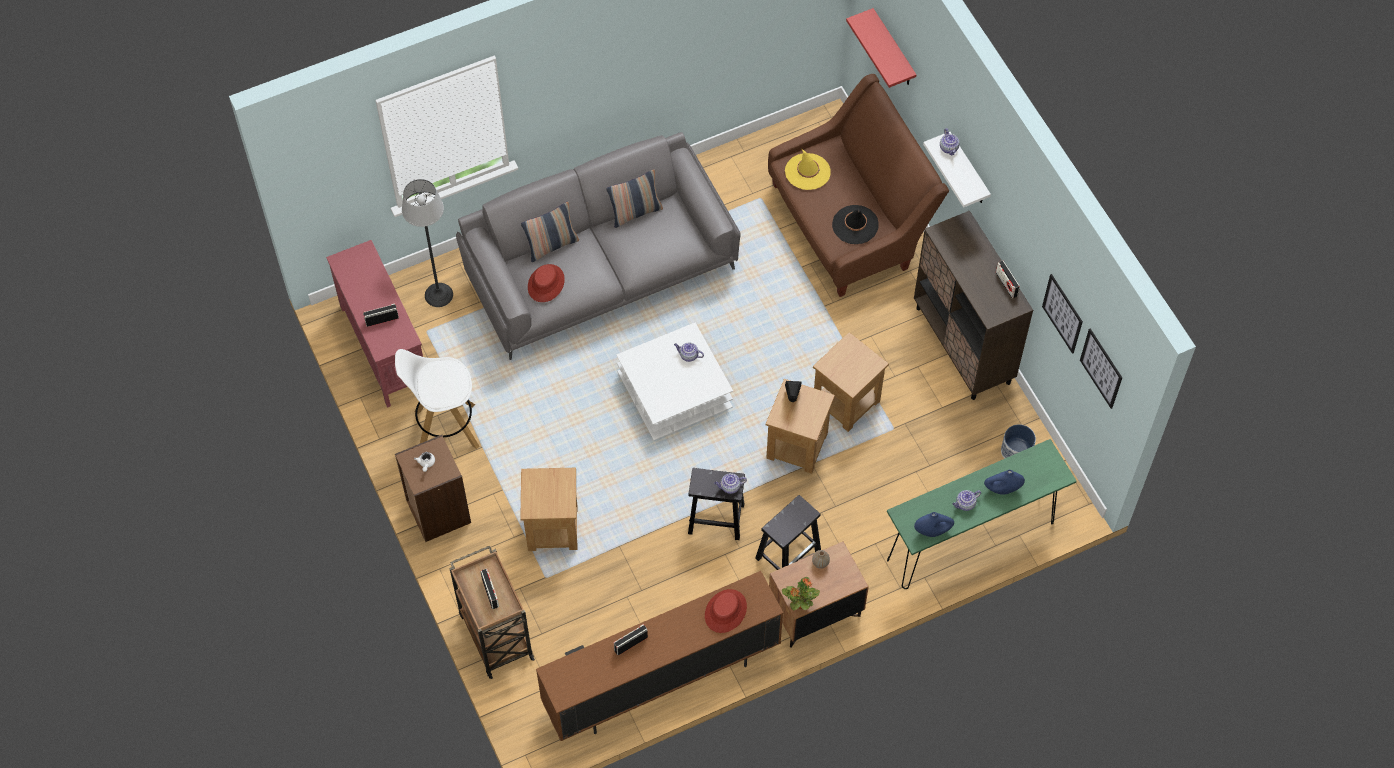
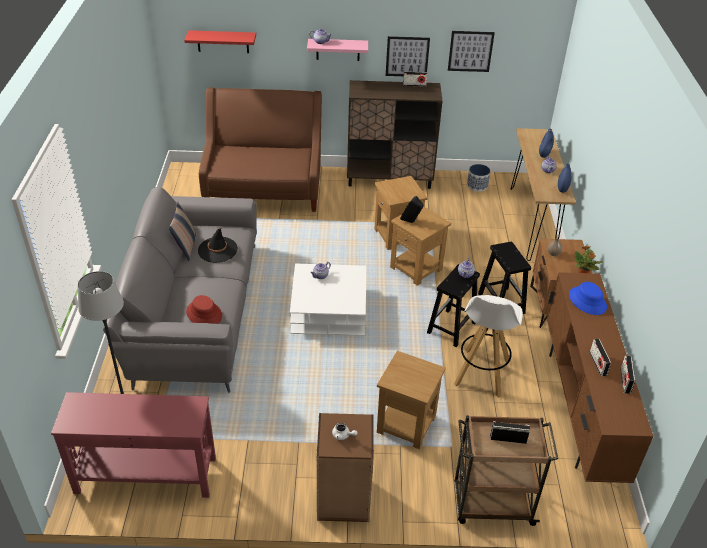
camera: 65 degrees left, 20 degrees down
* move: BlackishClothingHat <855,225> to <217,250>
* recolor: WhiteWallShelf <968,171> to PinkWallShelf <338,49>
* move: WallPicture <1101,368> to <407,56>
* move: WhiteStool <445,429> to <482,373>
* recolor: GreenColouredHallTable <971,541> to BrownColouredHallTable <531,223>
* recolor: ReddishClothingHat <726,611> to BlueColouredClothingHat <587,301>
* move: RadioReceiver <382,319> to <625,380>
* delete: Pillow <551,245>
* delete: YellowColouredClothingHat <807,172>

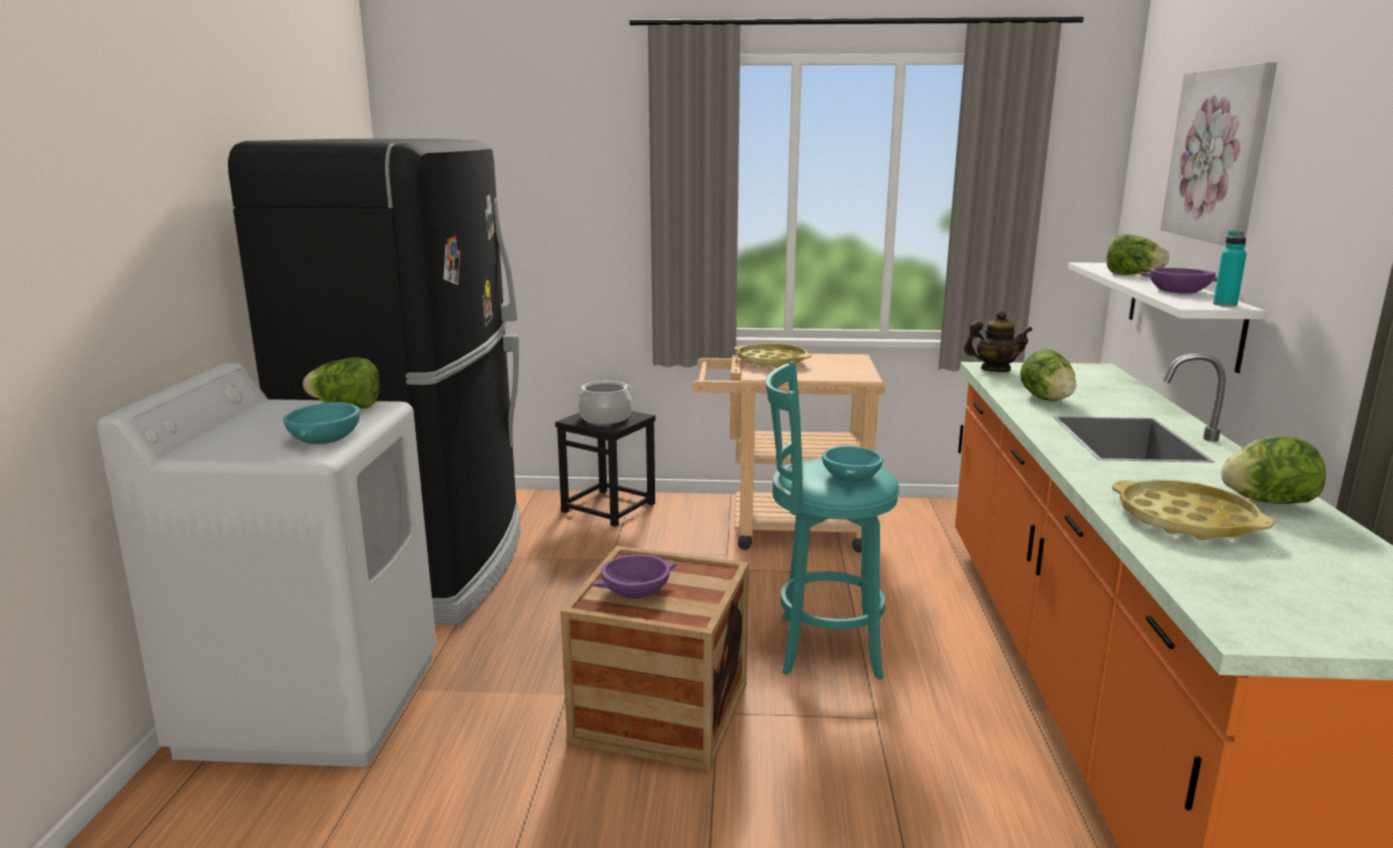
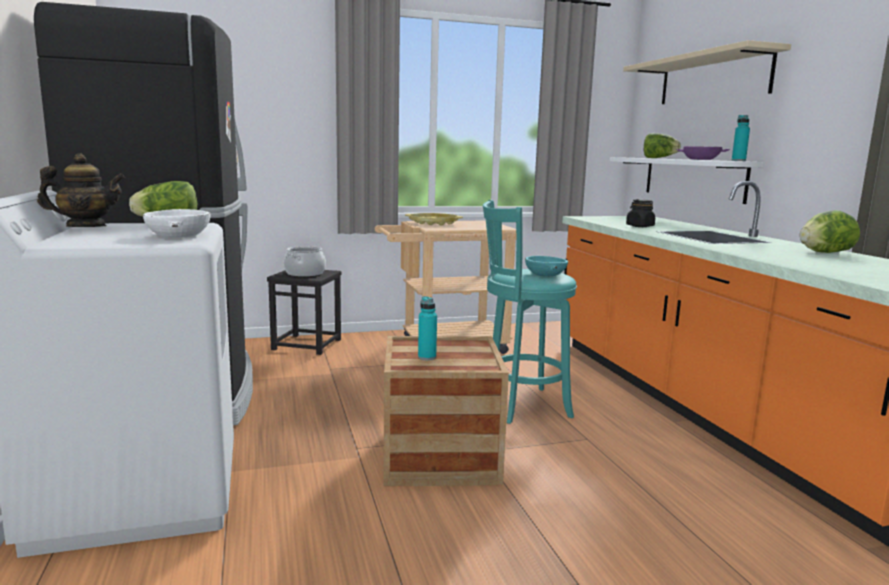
camera: 20 degrees left, 5 degrees down
* move: Teapot <995,370> to <86,227>
* recolor: BlueGreenBowl <326,438> to WhiteBowl <179,235>
* replace: PurpleBowl <636,590> to BlueGreenDrinkBottle <427,357>
* replace: WallPicture <1219,155> to BeigeColouredWallShelf <713,79>
* replace: Lettuce <1046,399> to BlackishJar <639,226>
* delete: YellowColouredTray <1186,520>

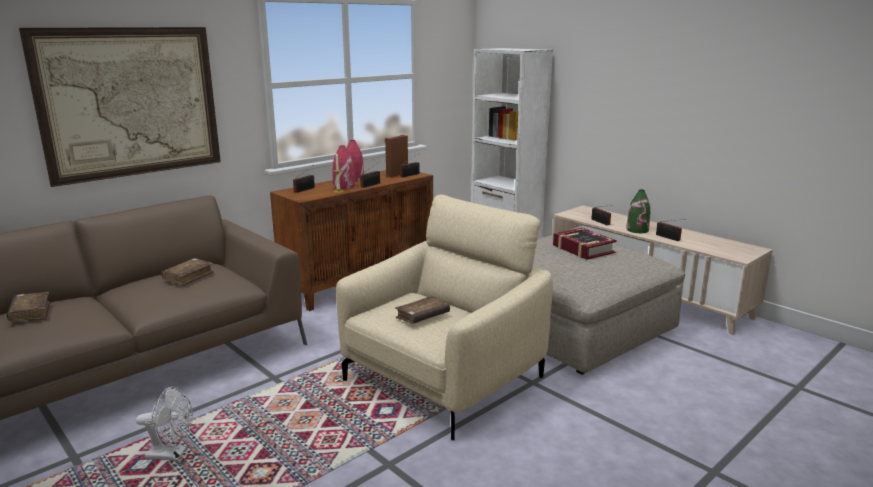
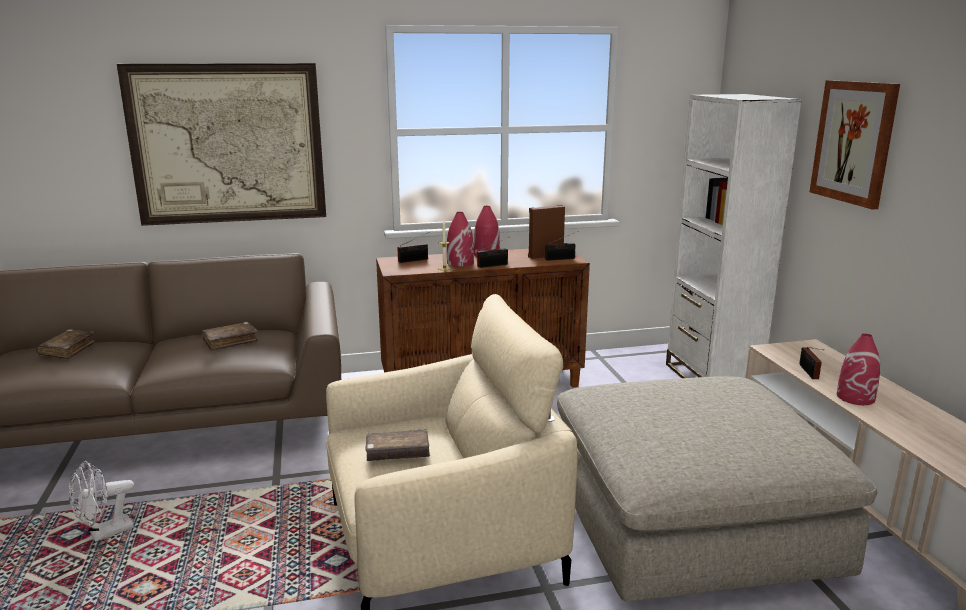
camera: 30 degrees right, 0 degrees up
* rotate: WhiteFan <172,454> = <105,533> 105 degrees clockwise
* insert: WallPicture <854,142>
* recolor: GreenColouredVase <637,230> to ReddishVase <856,397>
* delete: Volume <583,249>
* delete: RadioReceiver <669,238>

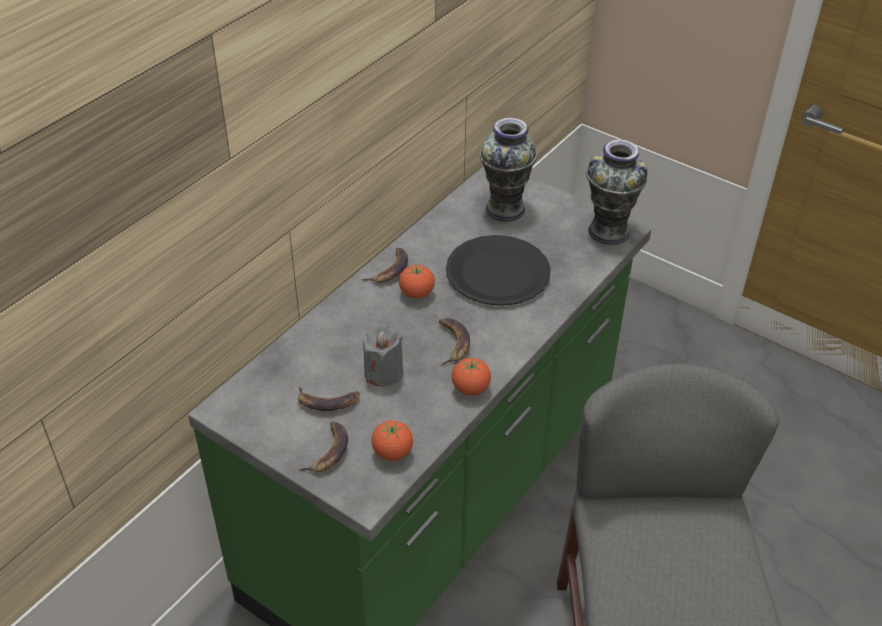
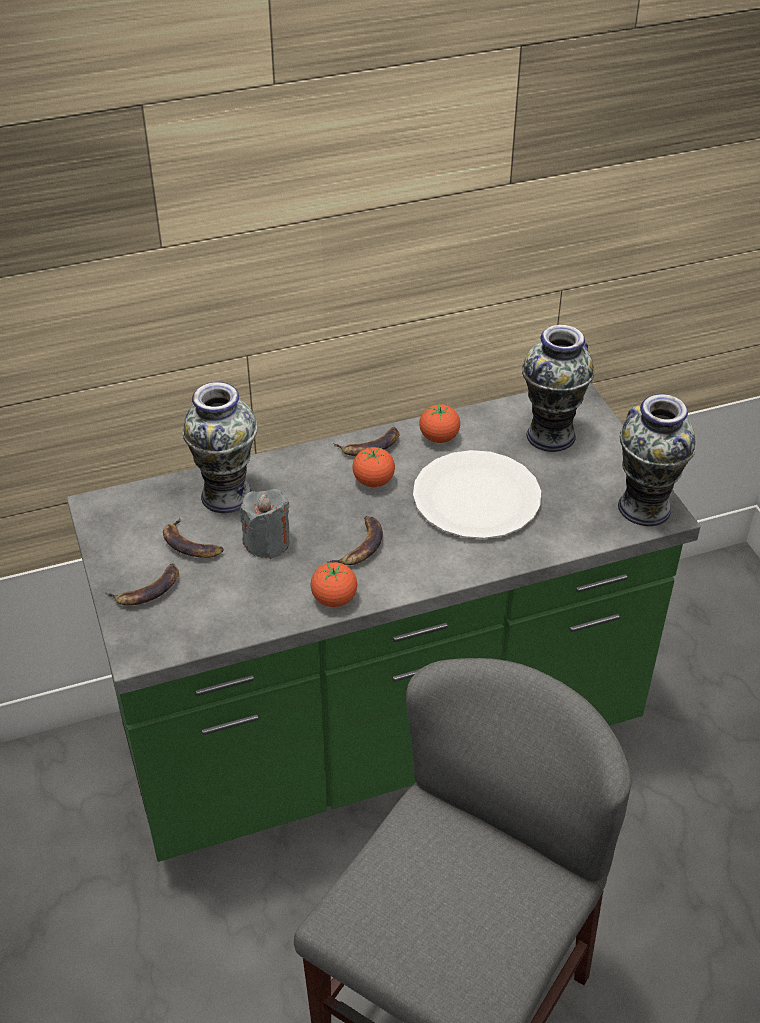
camera: 35 degrees right, 0 degrees up
* insert: Vase <226,495>
* recolor: BlackishFlatDish <497,273> to WhiteFlatDish <476,497>
* move: FreshTomato <392,452> to <439,438>

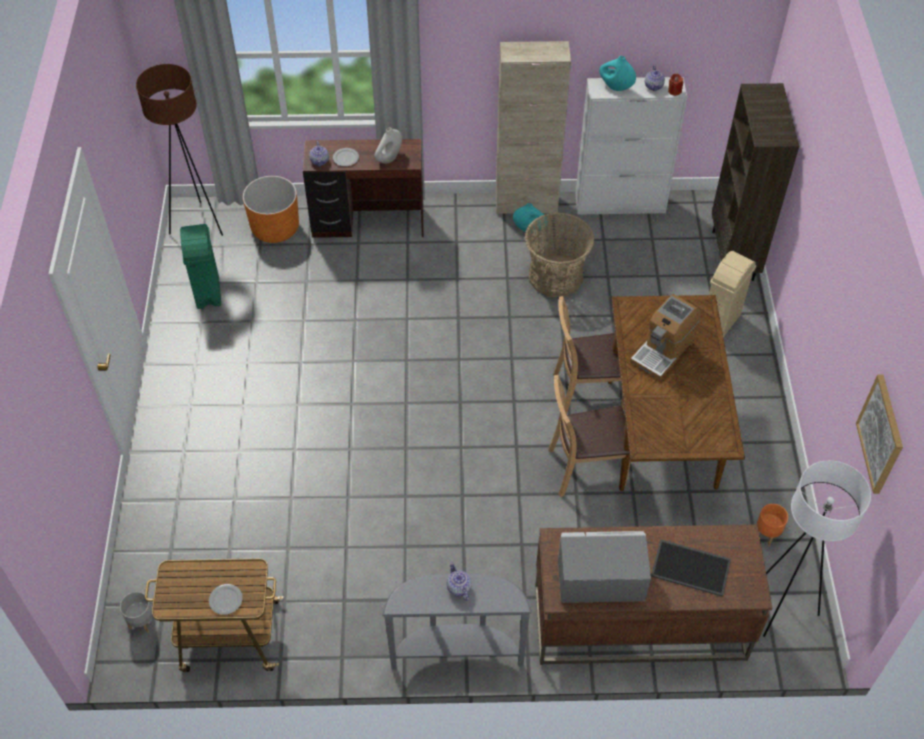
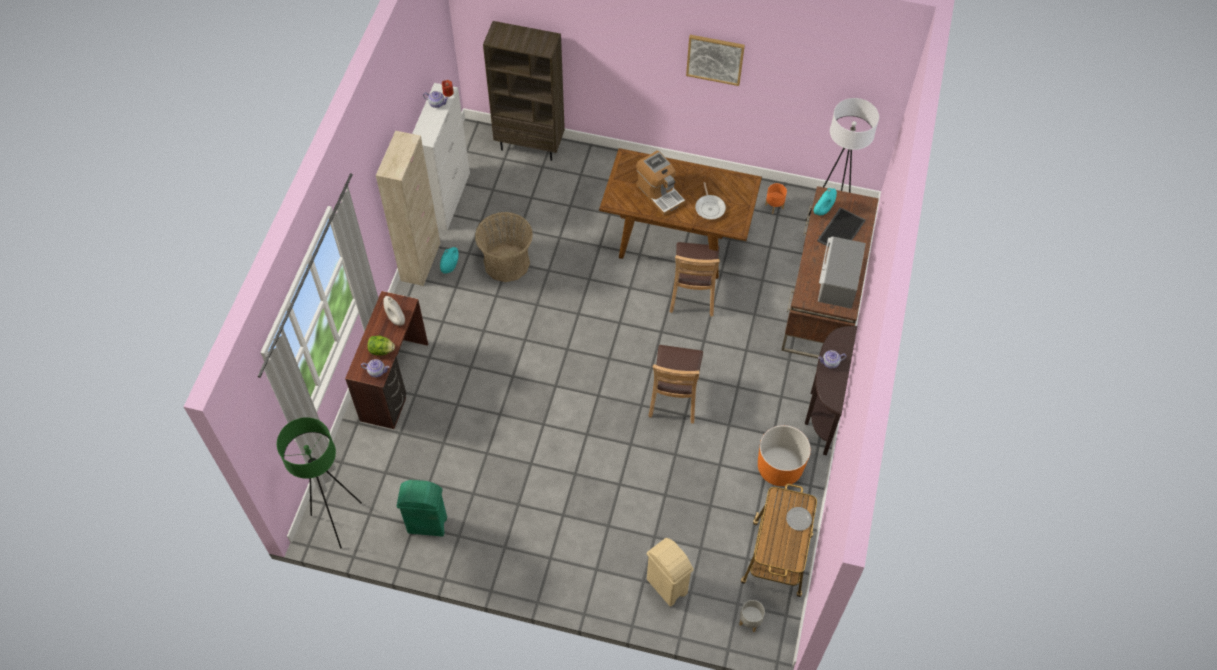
camera: 75 degrees left, 5 degrees up
* recolor: BrownColouredStandingLamp <198,224> to GreenColouredStandingLamp <338,521>
* replace: FlatDish <346,158> to Lettuce <381,350>
* move: BeigeColouredWasteBin <721,321> to <666,586>
* move: BrownColouredUprightChair <587,392> to <674,398>
* move: WallPicture <881,434> to <715,59>
* insert: Skillet <710,207>
* move: OrangePlanter <275,228> to <779,467>
* recolor: GreyishHallTable <457,651> to BrownColouredHallTable <821,411>
* move: BlueGreenVase <615,87> to <823,210>

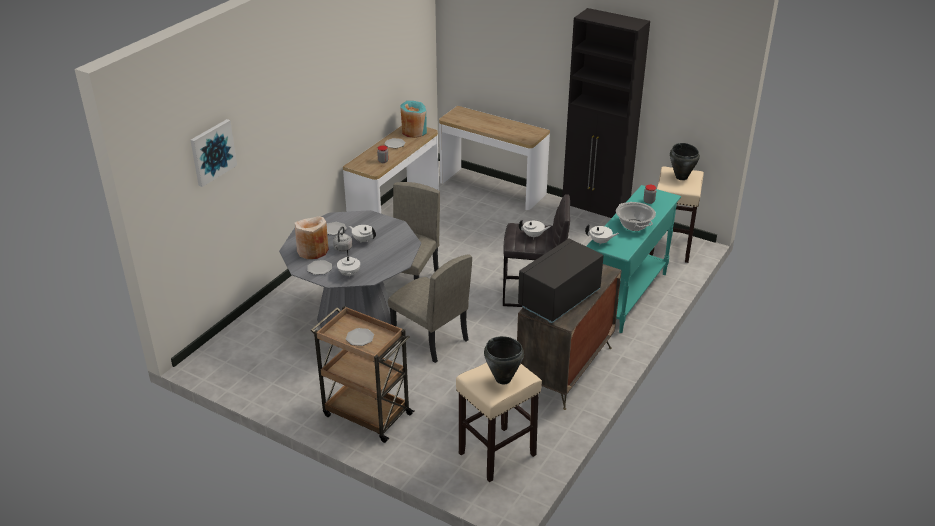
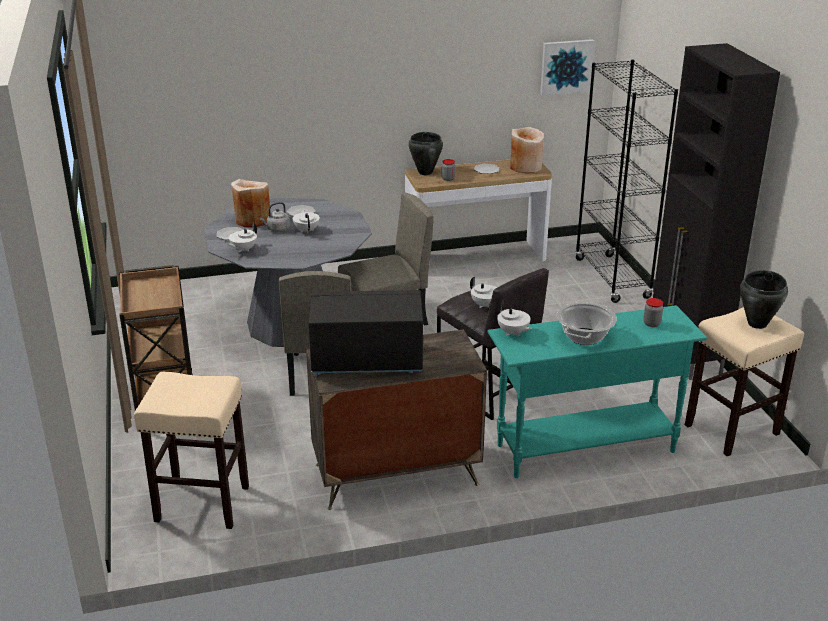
camera: 45 degrees right, 5 degrees down
* move: BlackishSaucepot <503,379> to <425,172>
* recolor: BlueGreenVase <413,131> to BeigeColouredVase <525,167>
* move: WallPicture <212,152> to <566,66>
* replace: HallTable <492,188> to BlackishBookcase <612,279>
* delete: FlatDish <359,338>

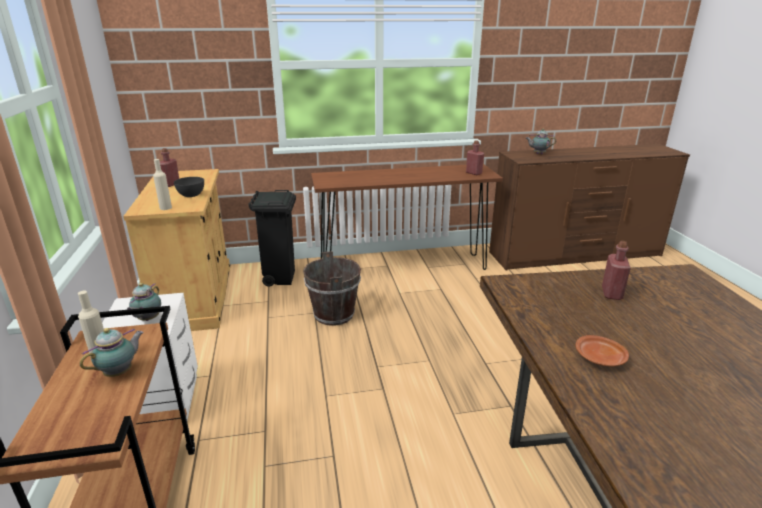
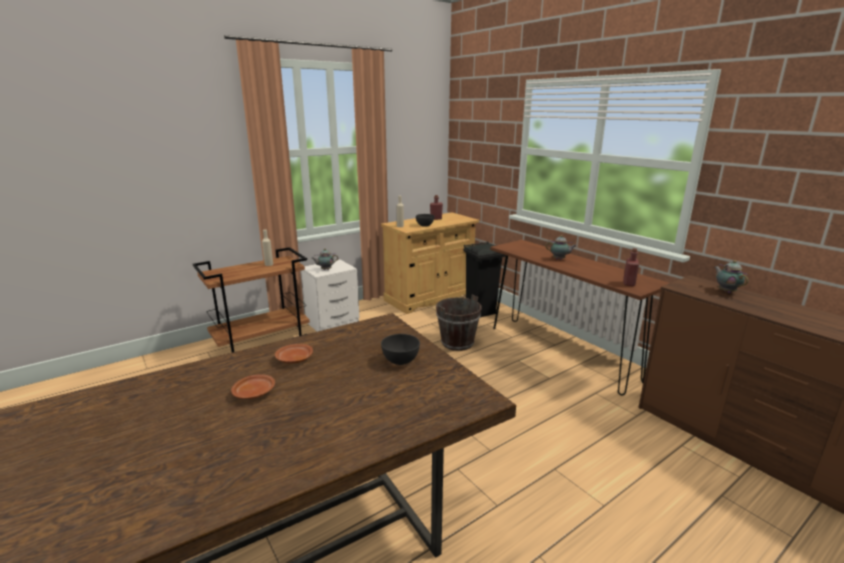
camera: 65 degrees right, 5 degrees down
* insert: BrownColouredFlatDish <254,393>
* replace: ReddishDrinkBottle <611,293> to GreyishBowl <401,361>
* move: Teapot <120,372> to <559,259>

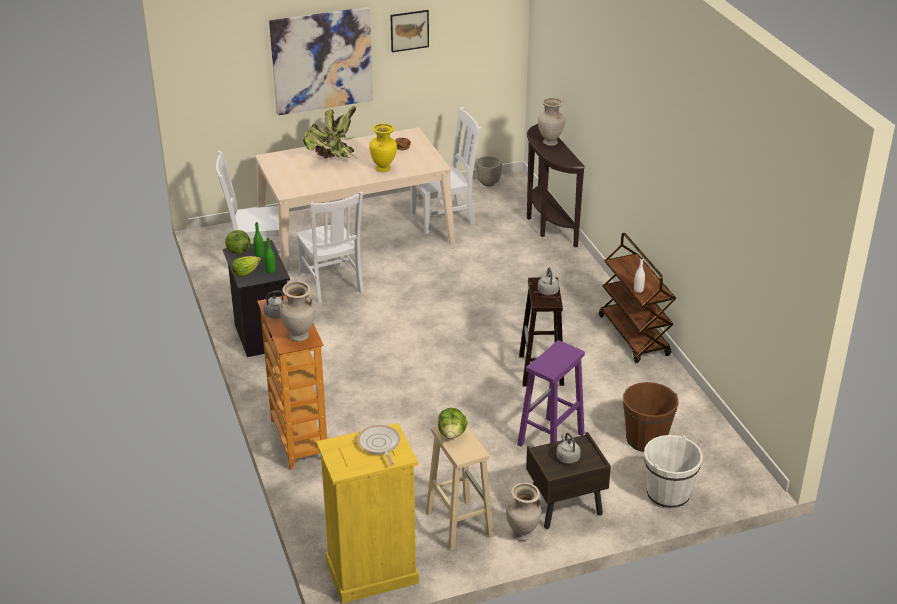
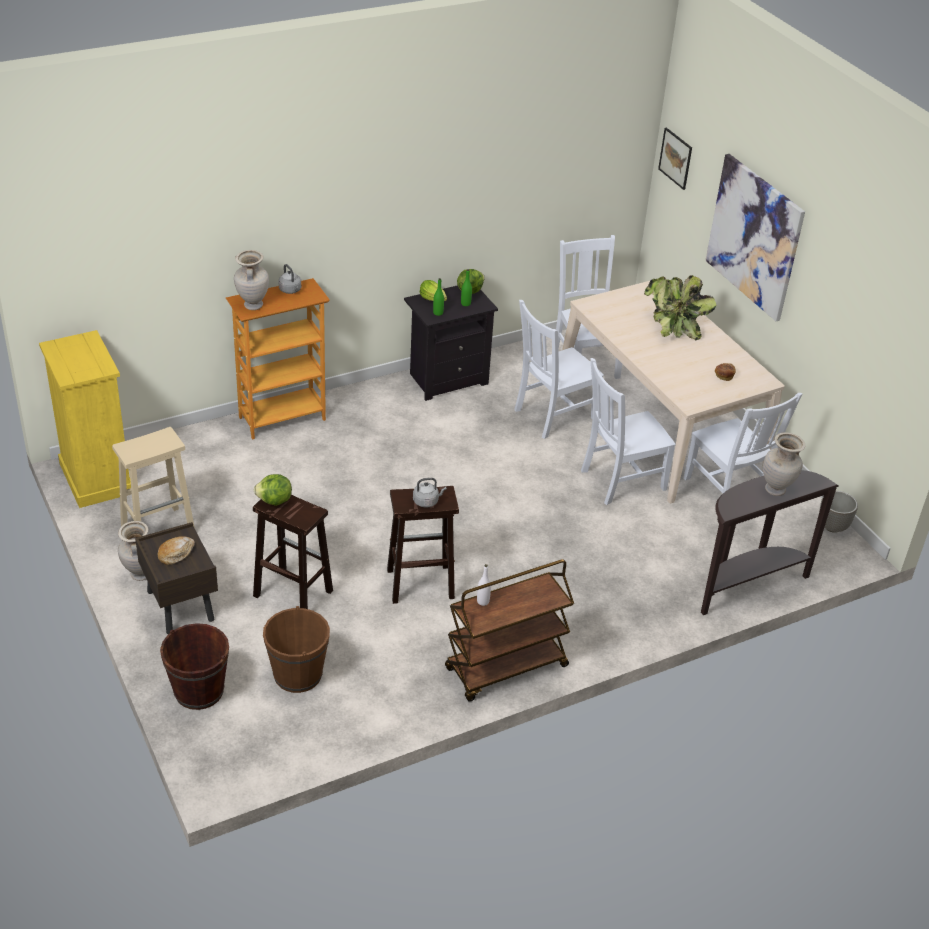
camera: 80 degrees right, 5 degrees up
* replace: GreyishWaterKettle <567,457> to BakedBread <176,554>
* recolor: WhitePail <668,495> to BrownColouredPail <199,691>
* recolor: PurpleStool <550,440> to BrownColouredStool <292,593>
* move: Lettuce <452,434> to <274,501>
* insert: WhiteUprightChair <620,480>
* move: WallPicture <409,30> to <675,158>
* delete: Skillet <379,445>
* delete: YellowColouredVase <383,169>

